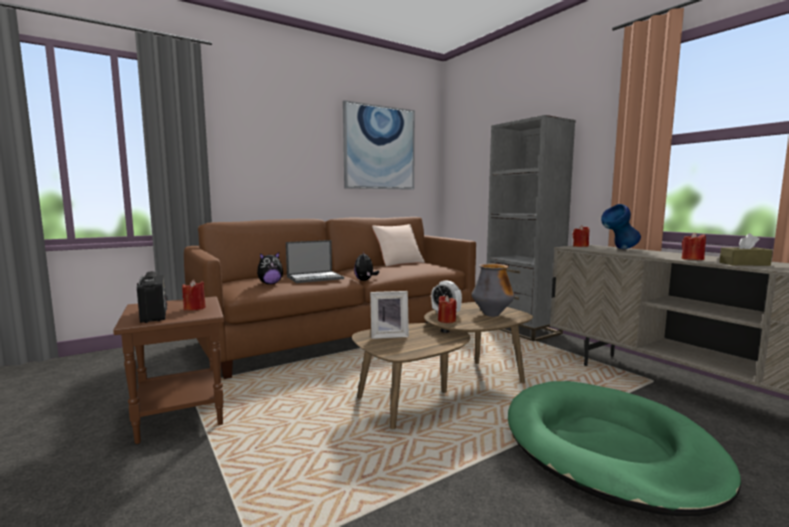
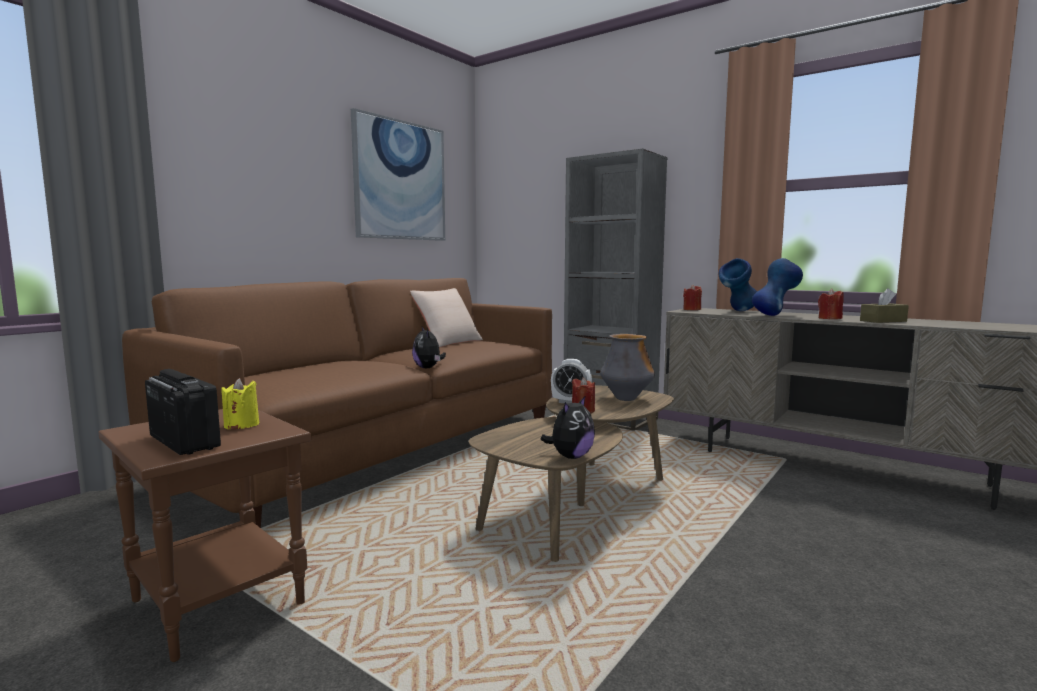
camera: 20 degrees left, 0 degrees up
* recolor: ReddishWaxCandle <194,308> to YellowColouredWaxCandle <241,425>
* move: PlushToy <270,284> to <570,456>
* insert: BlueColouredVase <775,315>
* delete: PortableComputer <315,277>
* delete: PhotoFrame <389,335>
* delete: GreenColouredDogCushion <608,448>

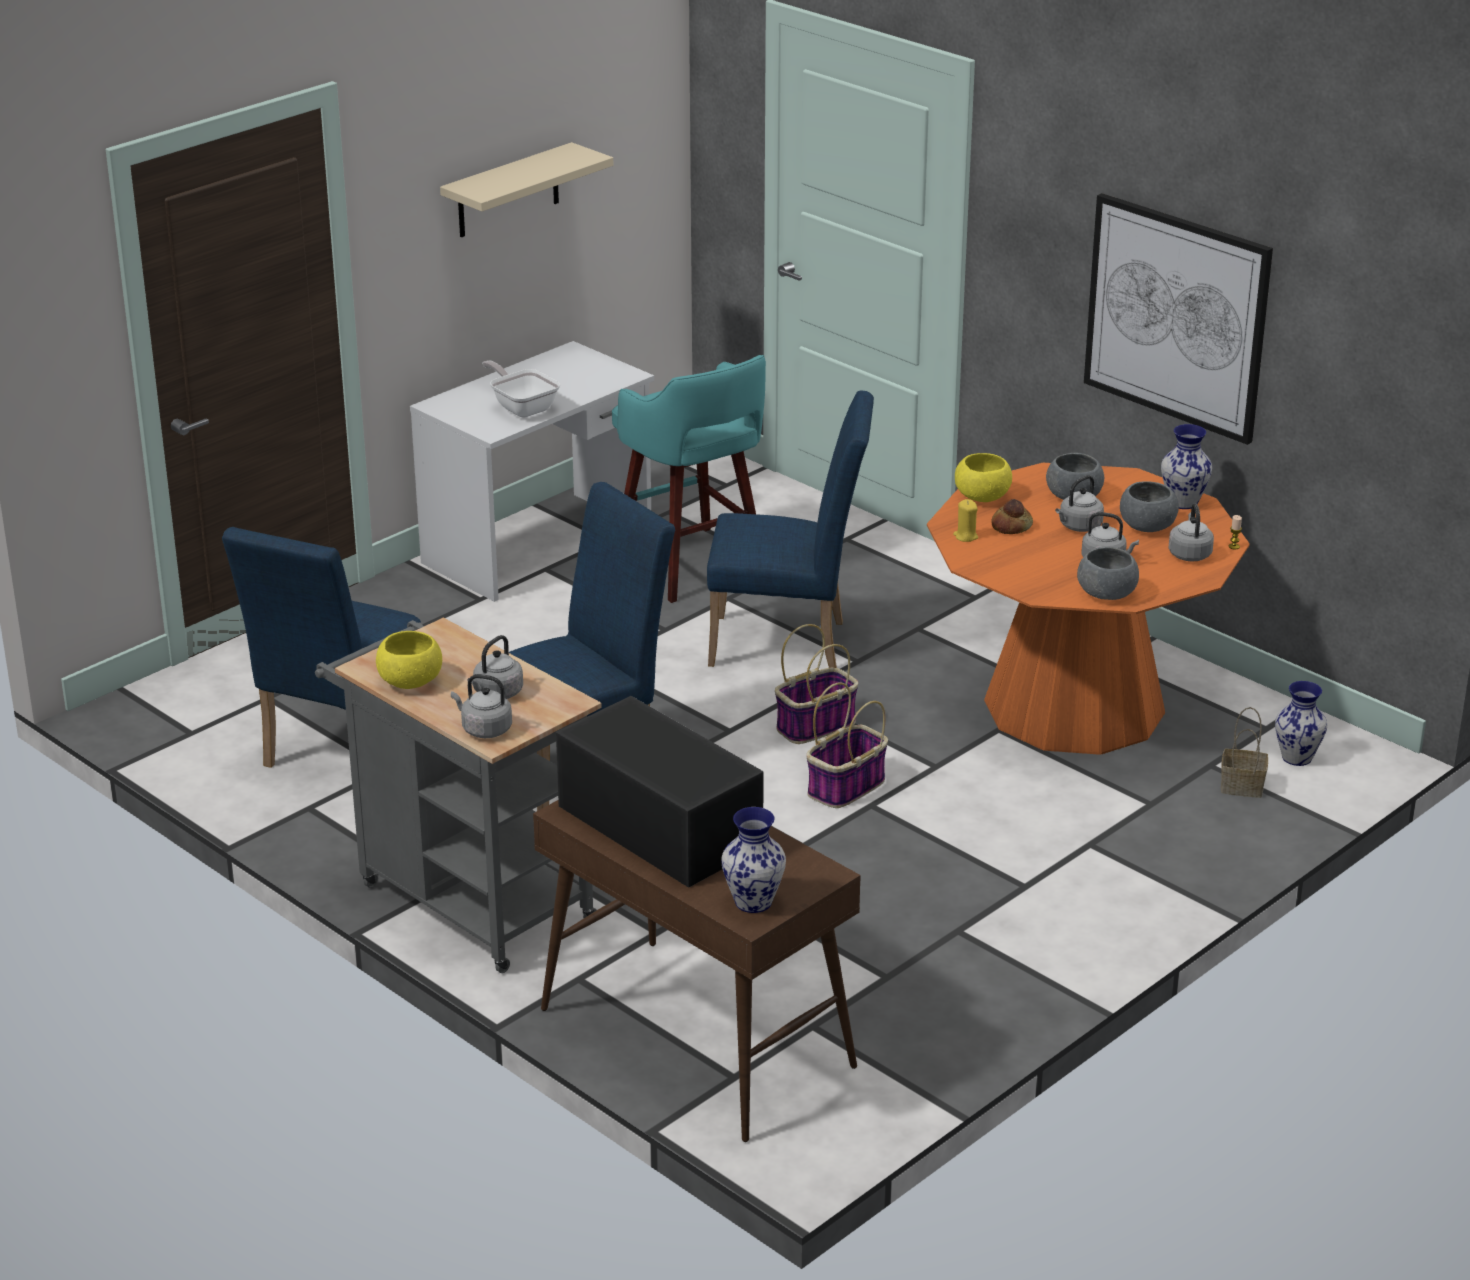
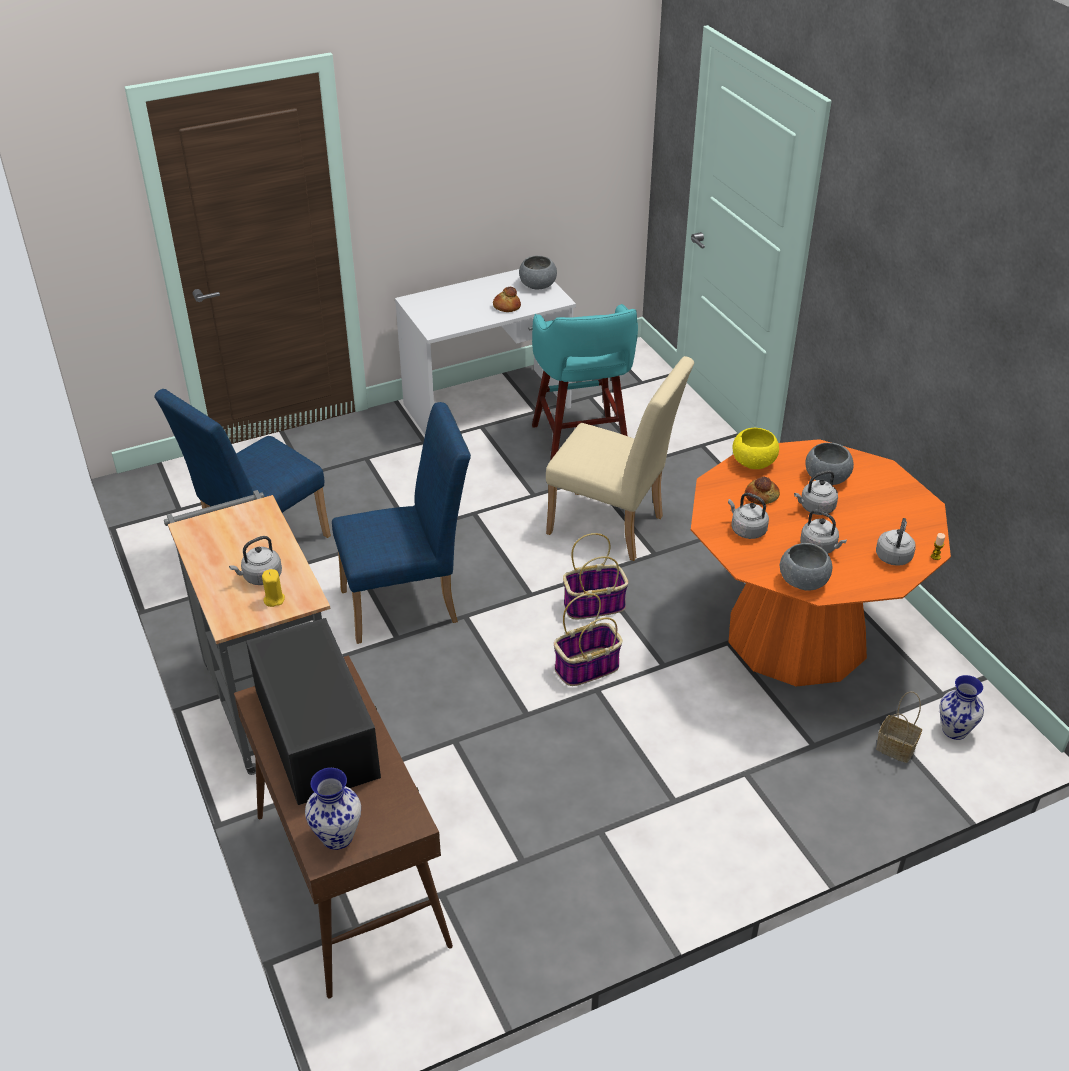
camera: 20 degrees right, 10 degrees up
* move: YellowColouredWaxCandle <965,536> to <274,599>
* insert: BakedBread <506,307>
* move: GreyishBowl <1146,526> to <537,285>
* recolor: BlueColouredUprightChair <789,644> to BeigeColouredUprightChair <613,528>
* move: GreyishWaterKettle <484,729> to <746,530>
* delete: YellowColouredBowl <411,681>
* delete: BeigeColouredWallShelf <508,191>
* delete: Skillet <522,407>
* delete: WallPicture <1176,317>
* delete: Vase <1182,502>

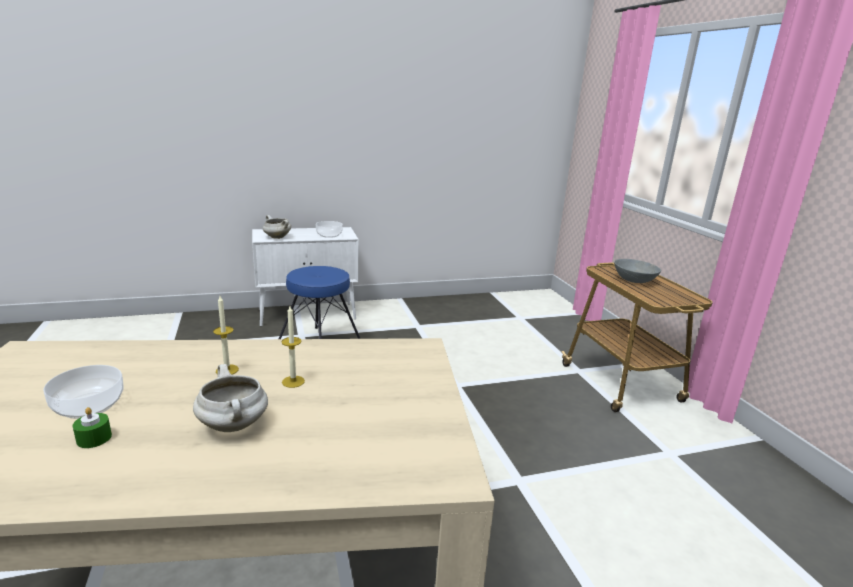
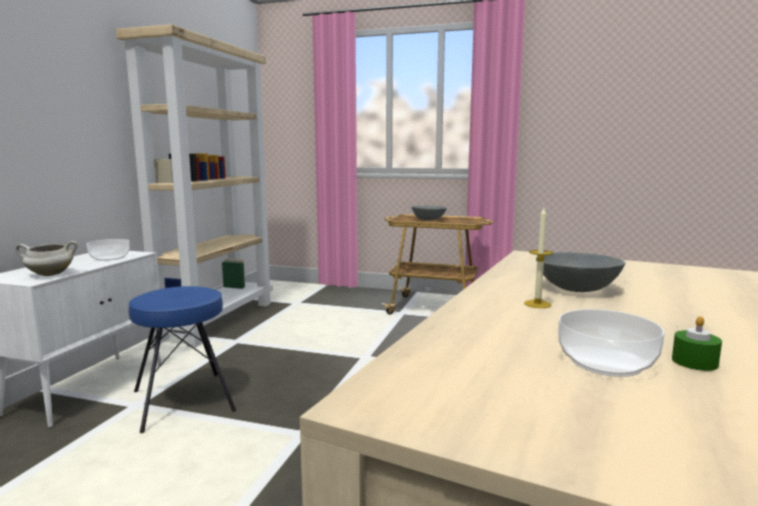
camera: 55 degrees left, 10 degrees down
* insert: BeigeColouredBookcase <217,320>
* replace: WaxCandle <293,381> to GreyishBowl <578,288>
* delete: WhiteSaucepot <234,425>

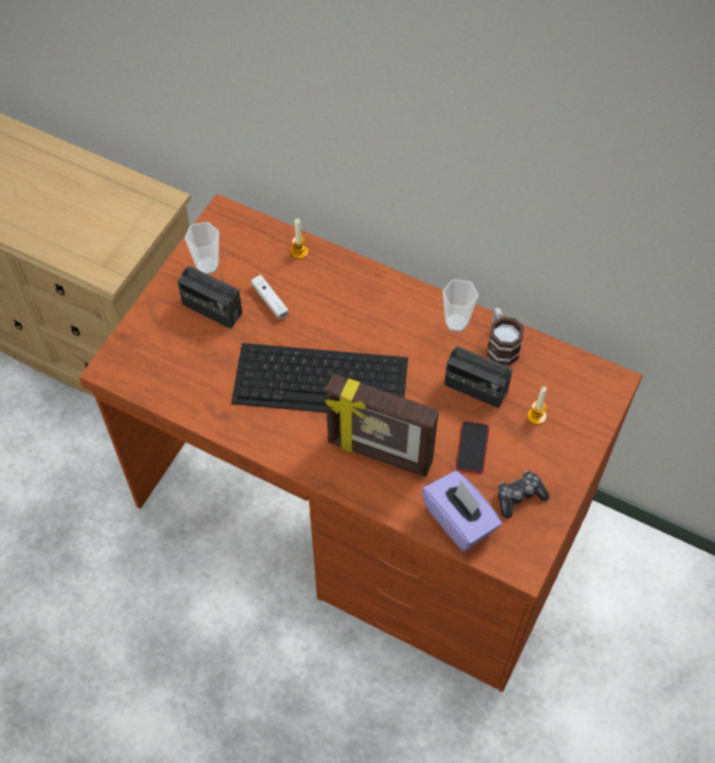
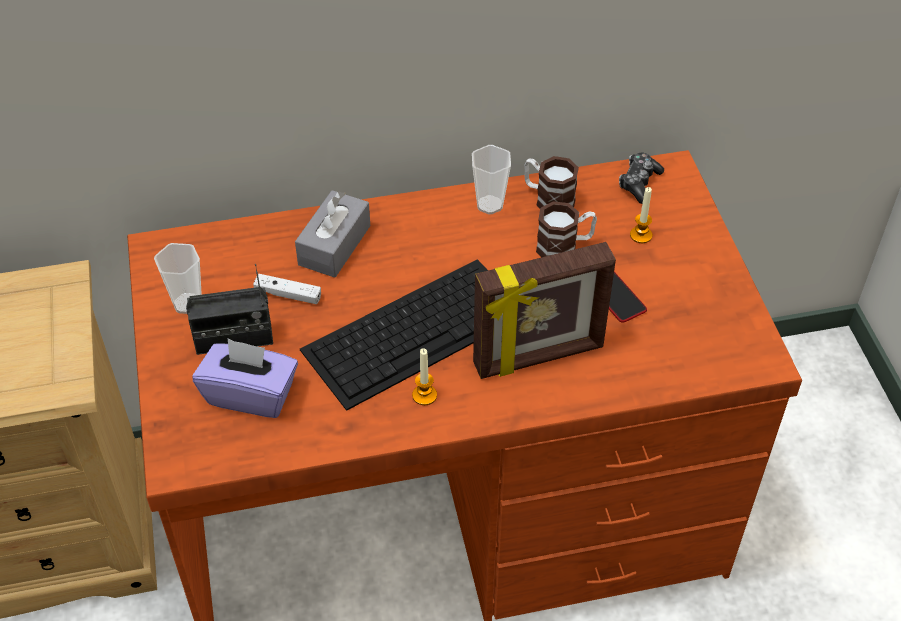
camera: 40 degrees left, 10 degrees down
* move: PurpleBoxOfTissues <459,520> to <251,394>
* insert: GreyishBoxOfTissues <334,245>
* move: WaxCandle <299,252> to <424,395>
* replace: RadioReceiver <475,388> to TeaMug <564,246>
* move: Gamepad <519,496> to <639,183>

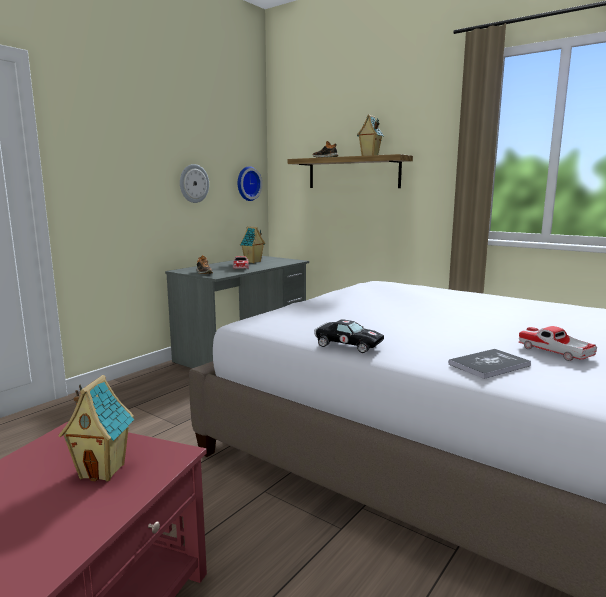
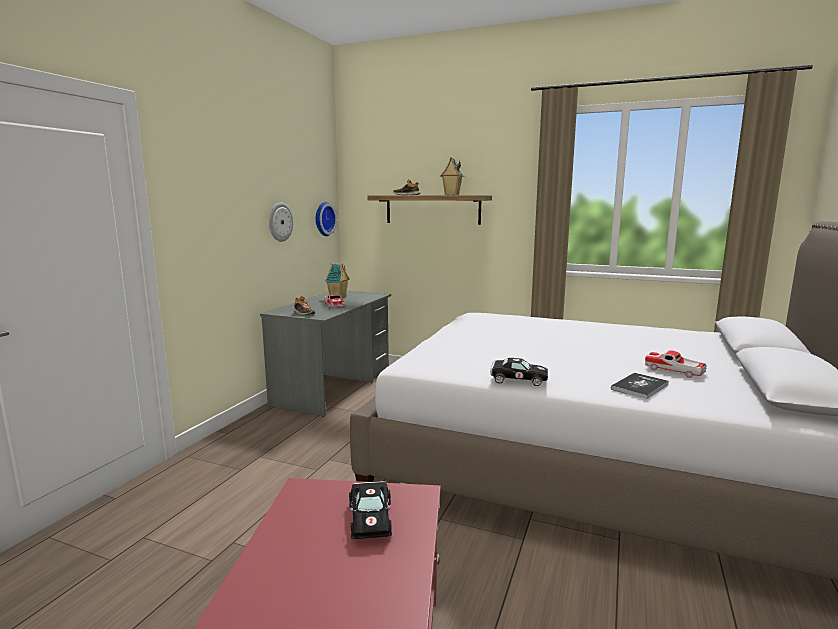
camera: 15 degrees left, 0 degrees up
* replace: ModelHouse <103,470> to BlackishMiniatureCar <370,518>

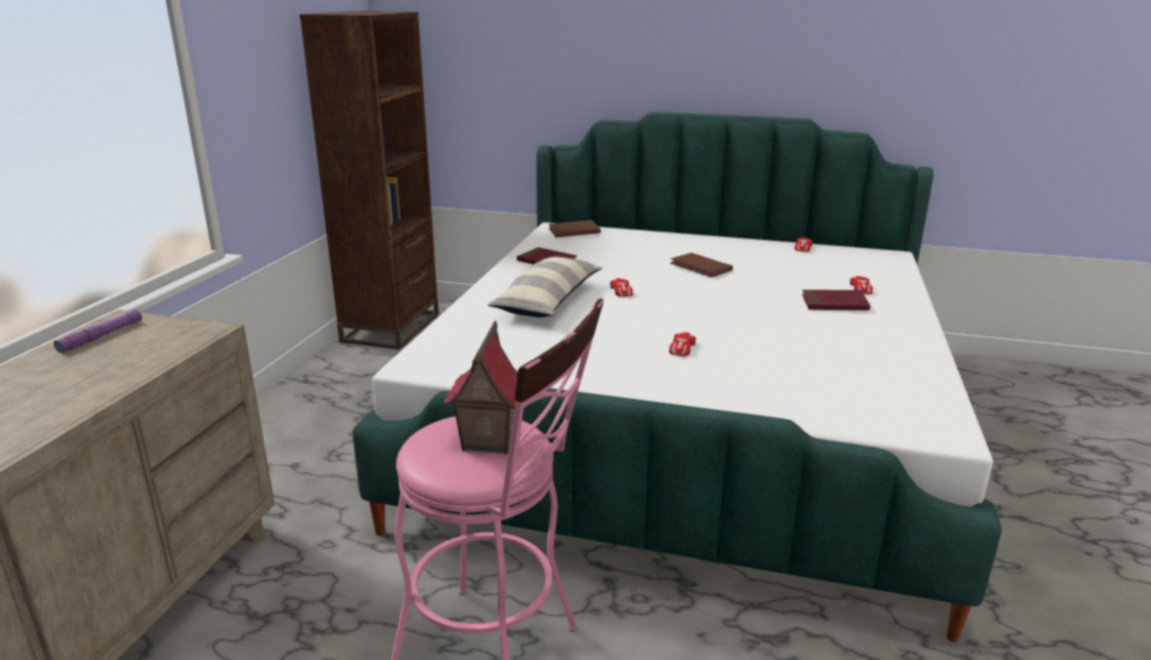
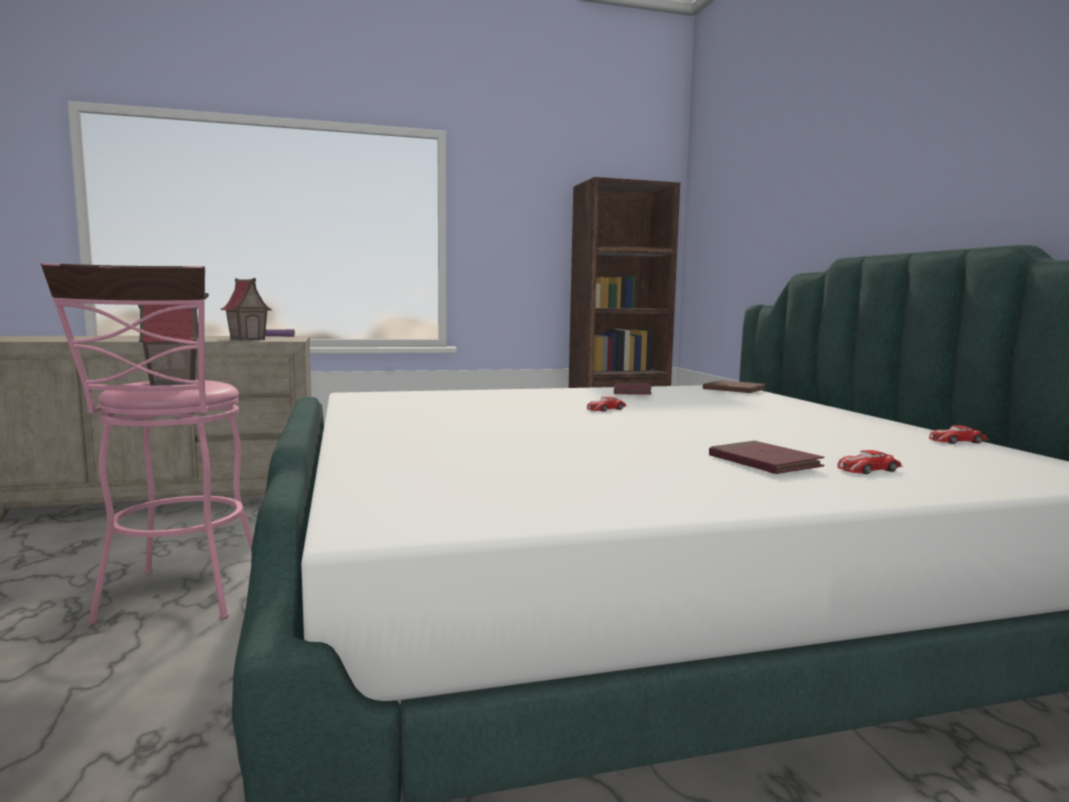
camera: 60 degrees right, 15 degrees down
* insert: ModelHouse <248,339>
* delete: Pillow <548,301>
* delete: MiniatureCar <682,348>
* delete: BrownColouredVolume <700,268>

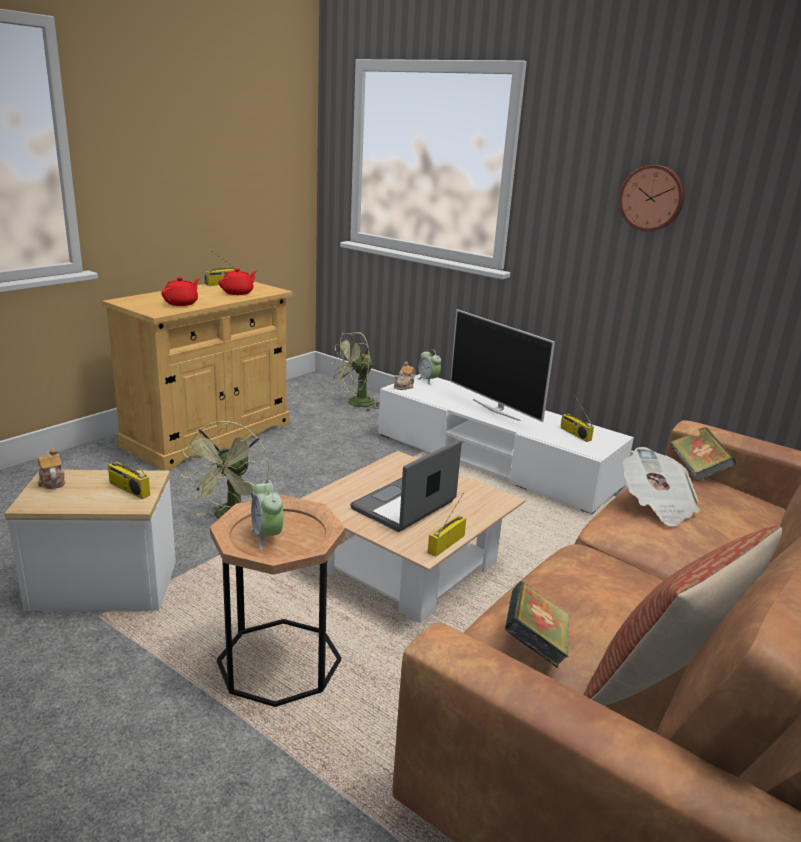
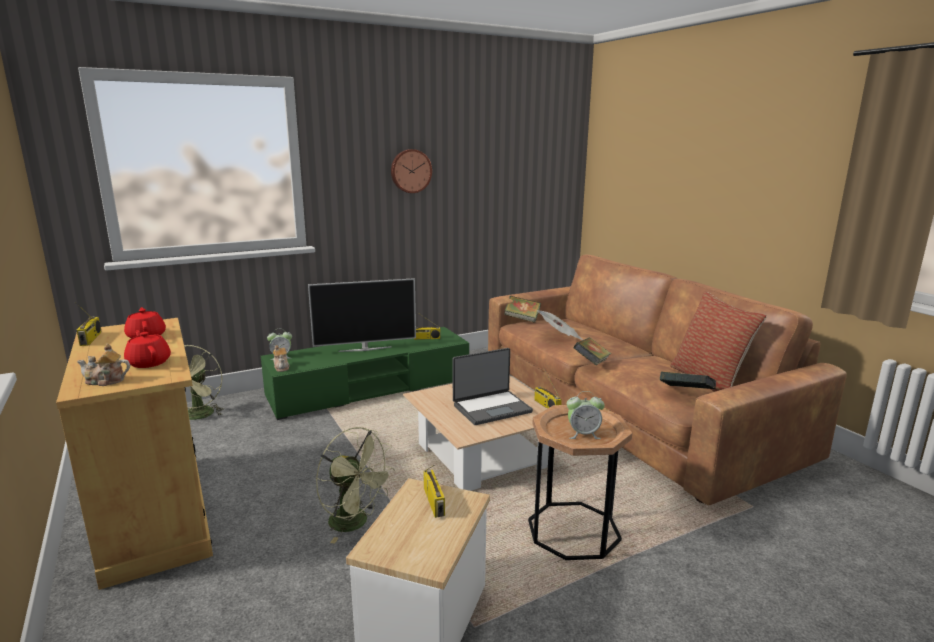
camera: 65 degrees left, 5 degrees down
* move: Teapot <52,482> to <106,381>
* recolor: WhiteMediaConsole <493,461> to GreenColouredMediaConsole <370,389>
* rotate: RadioReceiver <128,489> = <435,502> 75 degrees counterclockwise
* rotate: PortableComputer <405,506> = <491,408> 90 degrees counterclockwise
* insert: Volume <591,363>

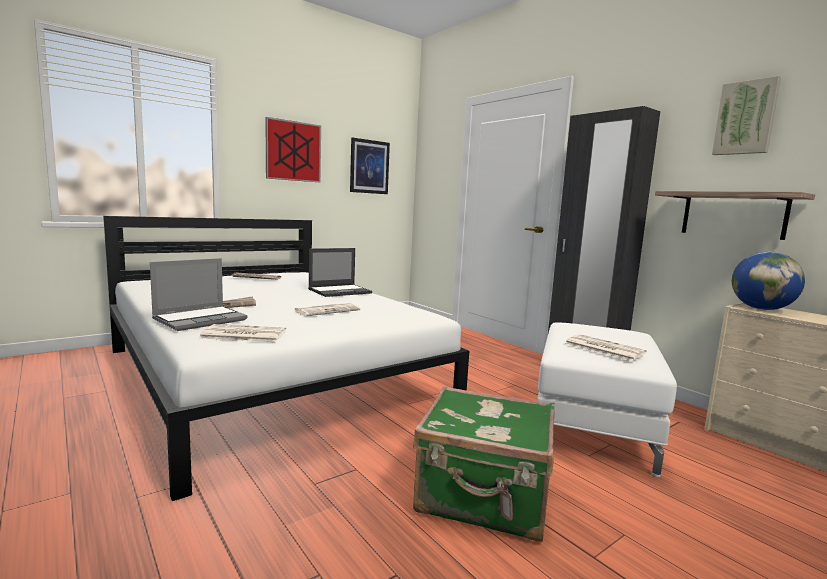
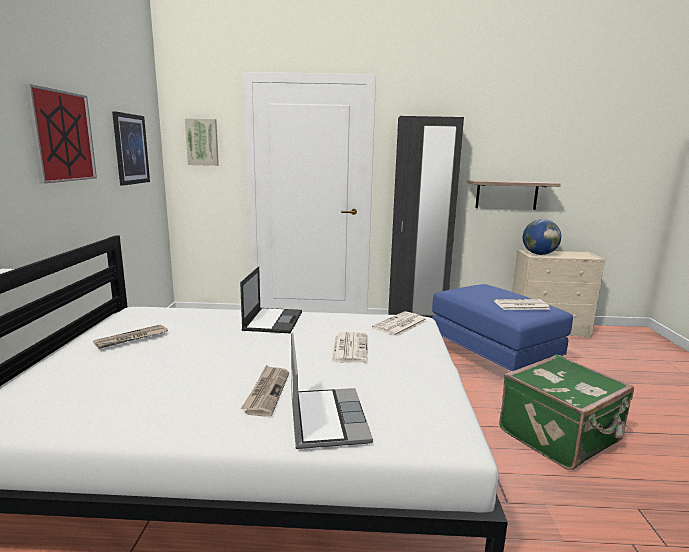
camera: 50 degrees left, 5 degrees up
* move: WallPicture <746,118> to <202,142>
* move: Newspaper <242,335> to <400,325>
* recolor: WhiteFootrest <590,426> to BlueColouredFootrest <491,360>

